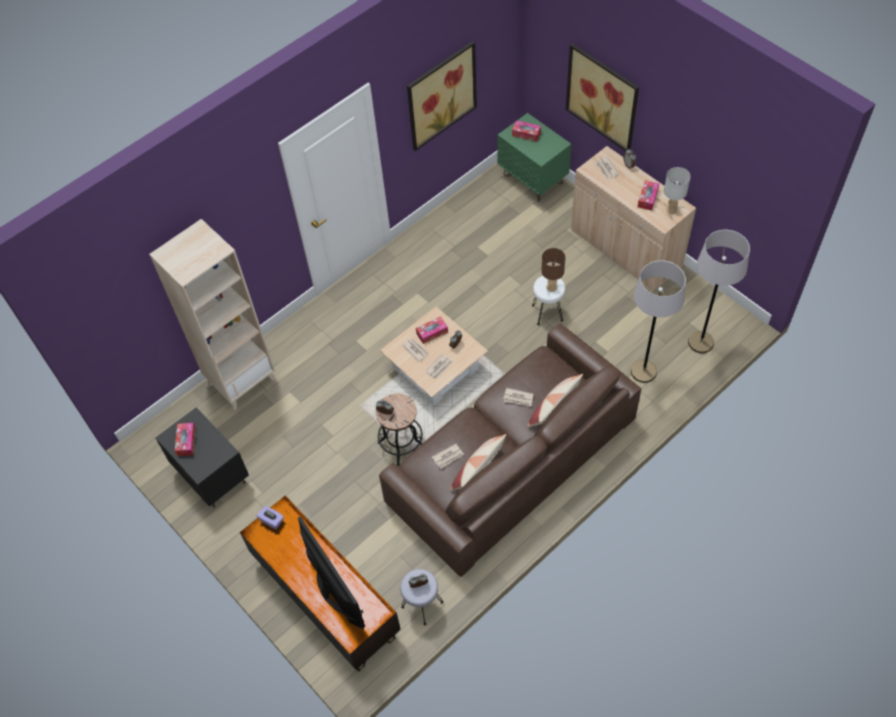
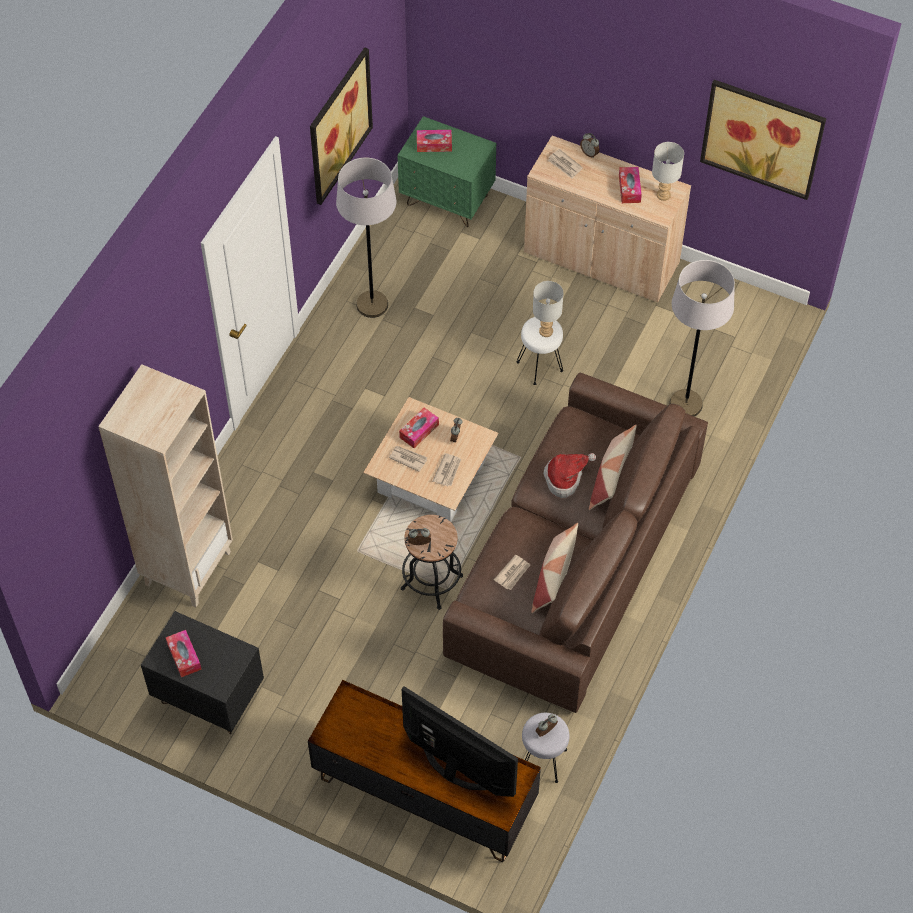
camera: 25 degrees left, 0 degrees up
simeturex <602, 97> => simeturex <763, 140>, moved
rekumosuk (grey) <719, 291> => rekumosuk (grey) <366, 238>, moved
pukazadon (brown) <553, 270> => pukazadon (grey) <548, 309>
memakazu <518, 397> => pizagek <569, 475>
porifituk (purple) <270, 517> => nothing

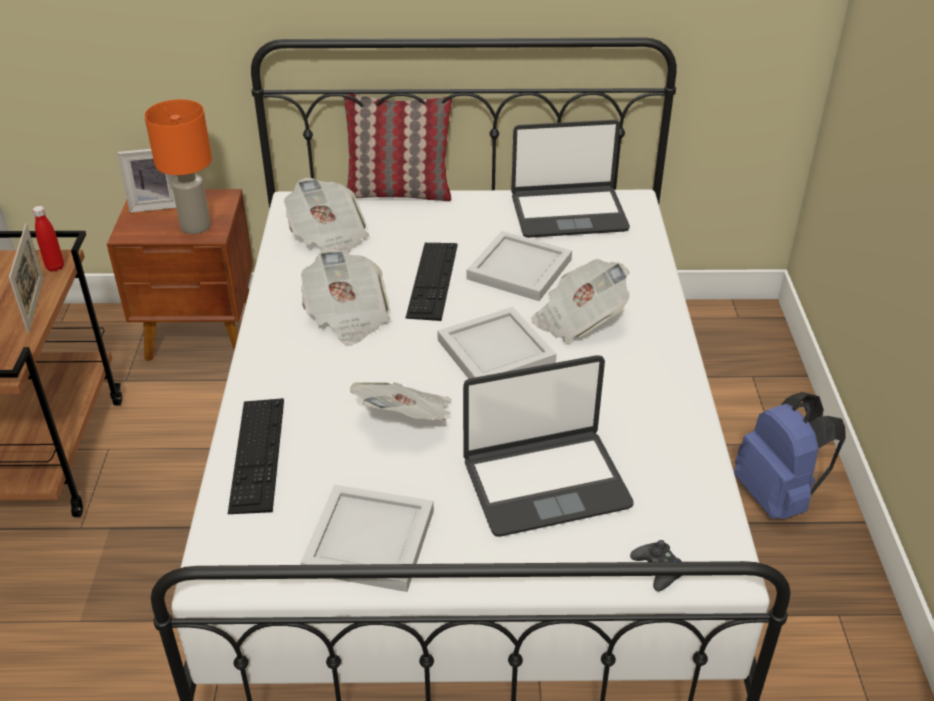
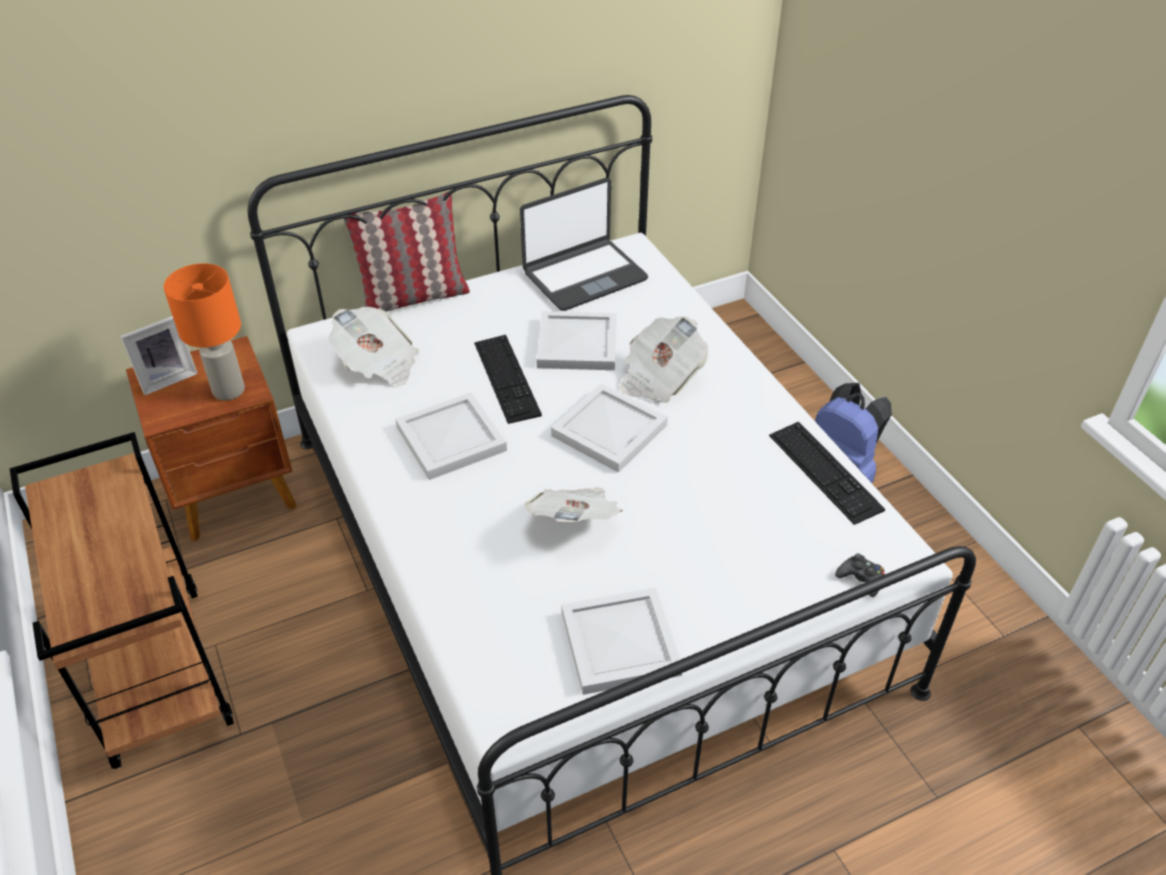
camera: 25 degrees left, 5 degrees up
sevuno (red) <48, 239> => nothing
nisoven <26, 278> => nothing
memakazu <346, 297> => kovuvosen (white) <451, 436>
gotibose <548, 446> => nothing
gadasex <256, 456> => gadasex <827, 473>, moved

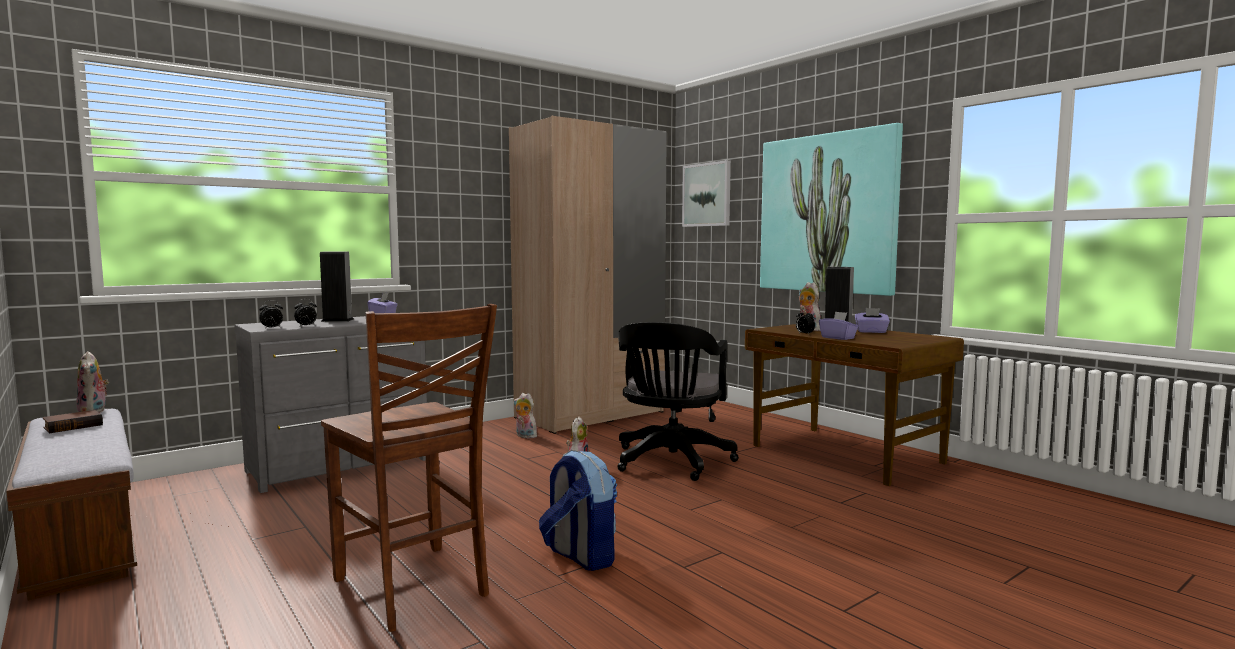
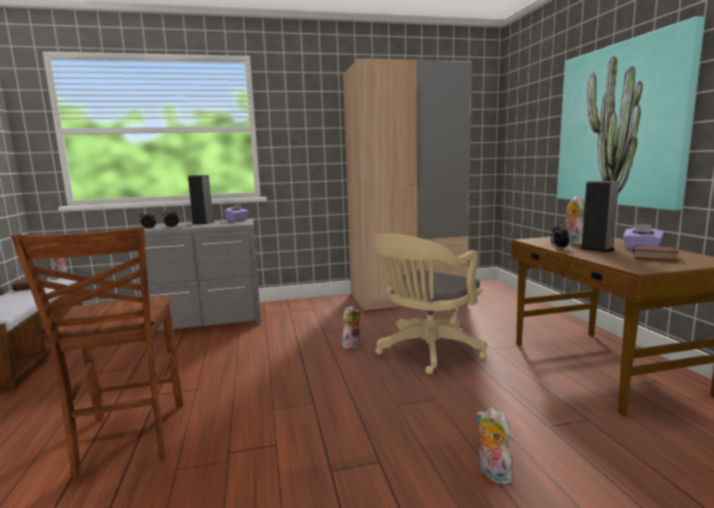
camera: 25 degrees right, 5 degrees up
simeturex <706, 193> => nothing
porifituk (purple) <839, 326> => nothing
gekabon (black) <678, 401> => gekabon (beige) <431, 304>
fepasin <525, 415> => fepasin <494, 446>, moved
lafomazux <578, 510> => nothing
nothing => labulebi <656, 253>

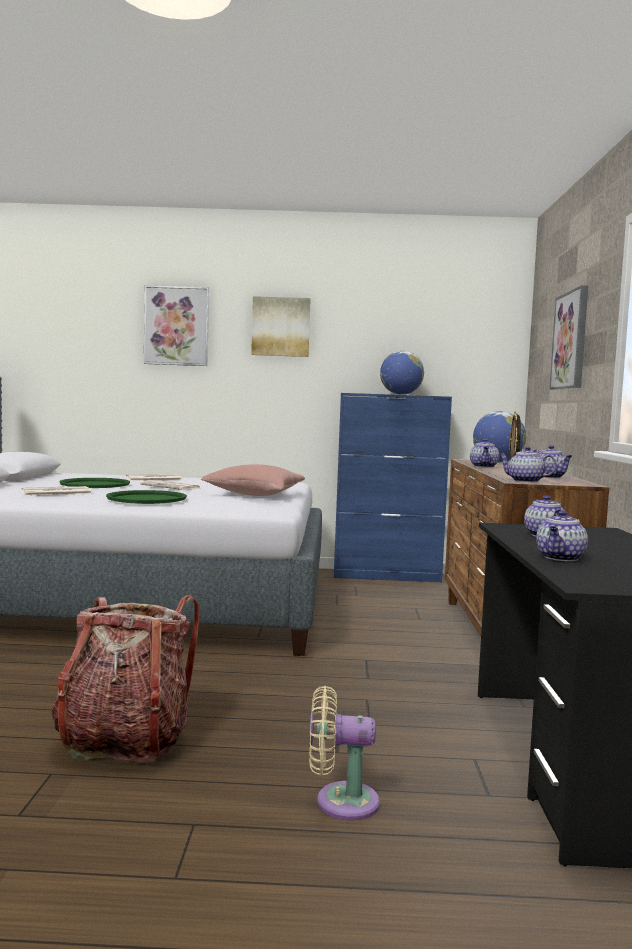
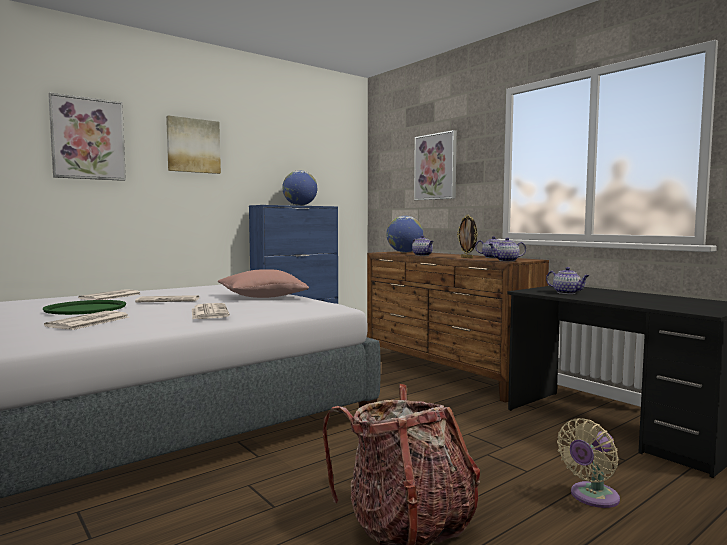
camera: 40 degrees left, 0 degrees up
kovuvosen (green) <146, 497> => memakazu <211, 311>
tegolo <562, 536> => nothing

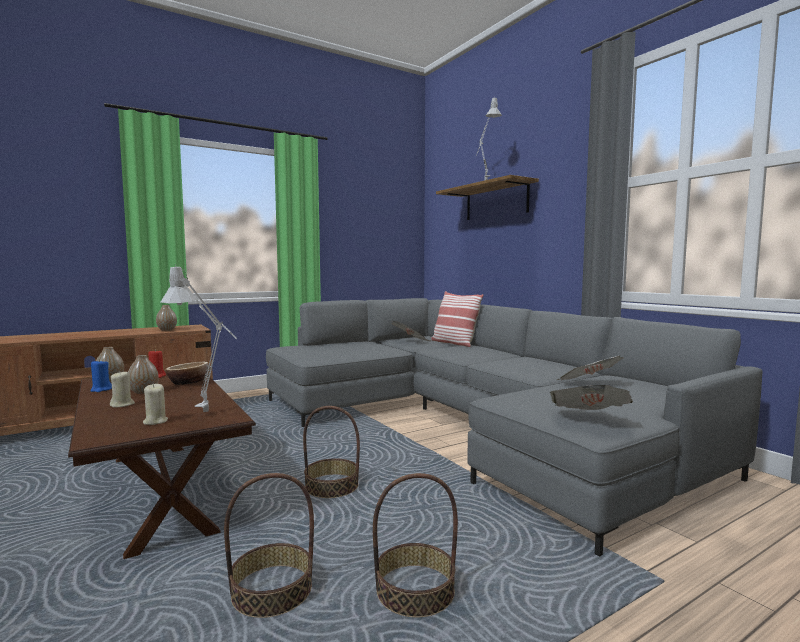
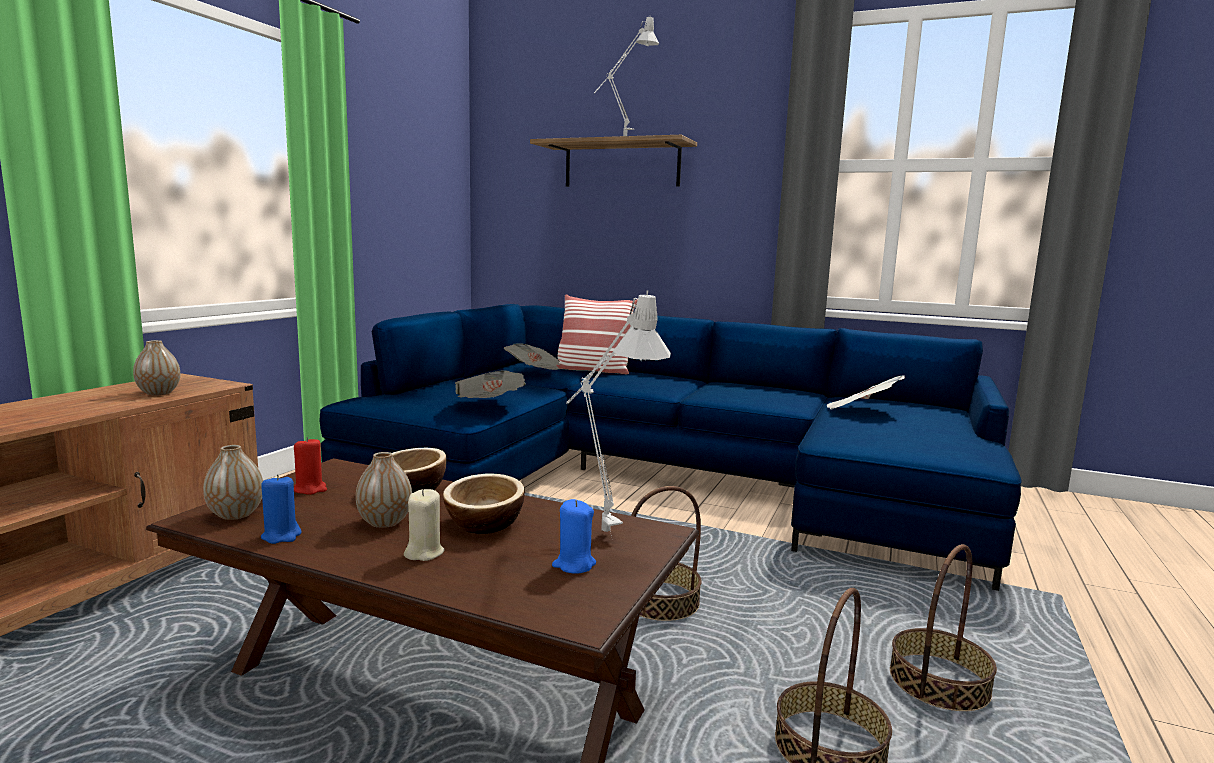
camera: 35 degrees left, 5 degrees up
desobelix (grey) <514, 427> => desobelix (blue) <671, 447>
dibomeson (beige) <155, 404> => dibomeson (blue) <574, 536>
memakazu <591, 397> => memakazu <490, 384>, moved
nothing => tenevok <484, 503>

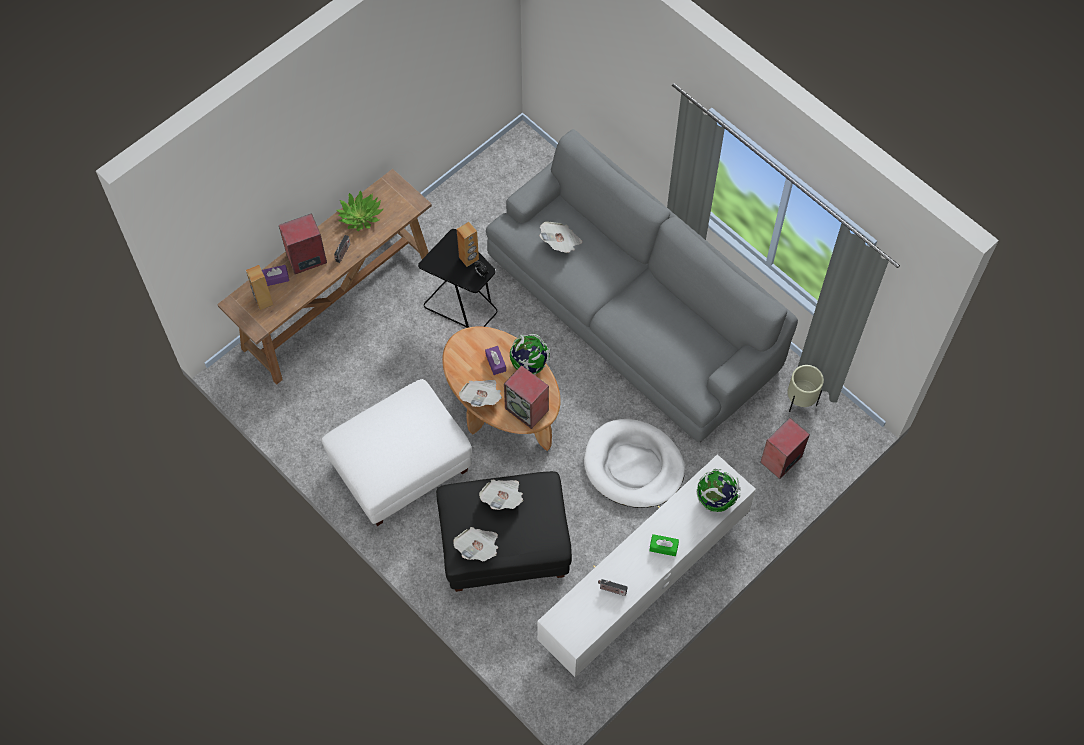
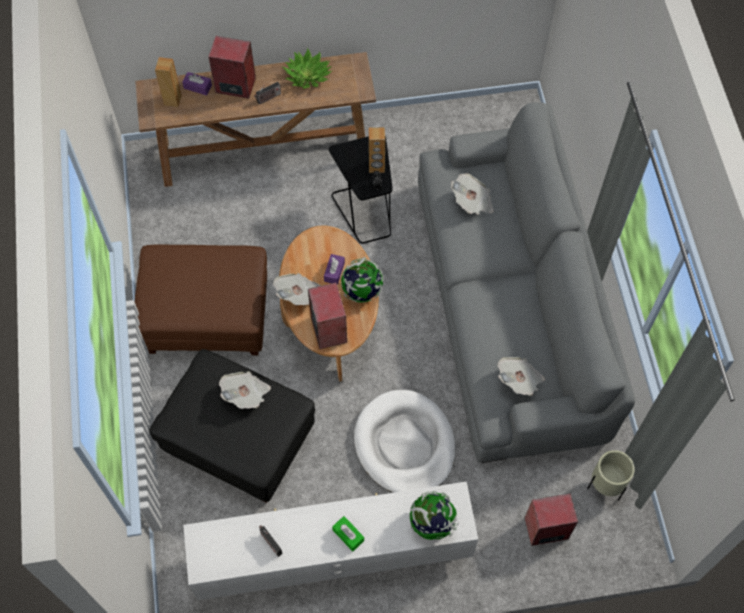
camera: 35 degrees right, 0 degrees up
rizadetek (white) <397, 452> => rizadetek (brown) <201, 300>
memakazu <475, 544> => memakazu <521, 376>, moved

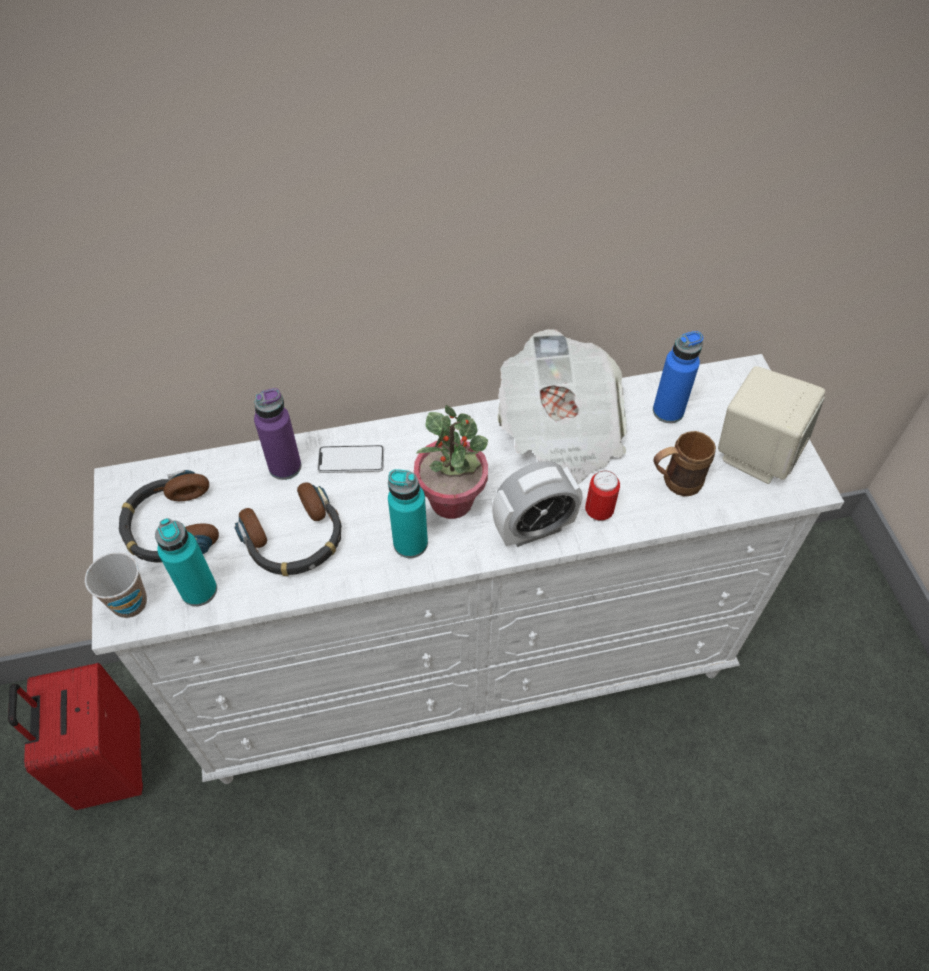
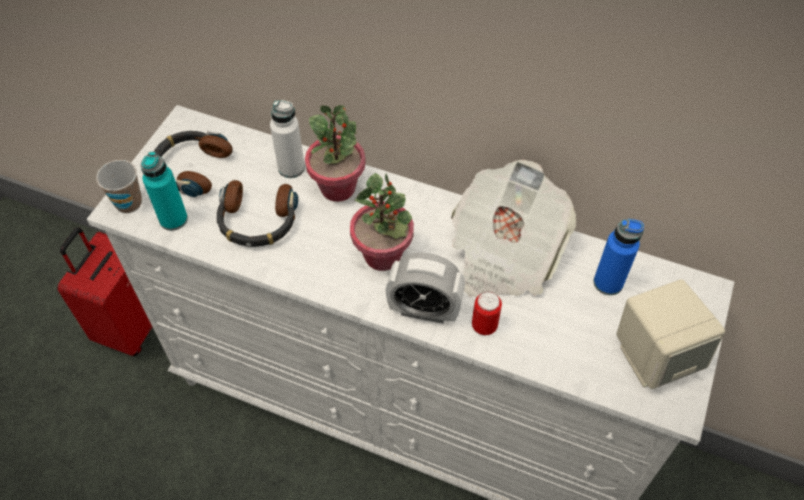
camera: 35 degrees right, 0 degrees up
sevuno (purple) <277, 434> => sevuno (white) <287, 139>
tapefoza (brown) <684, 463> => nothing
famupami <350, 459> => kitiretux <335, 153>
sevuno (turquoise) <408, 513> => nothing

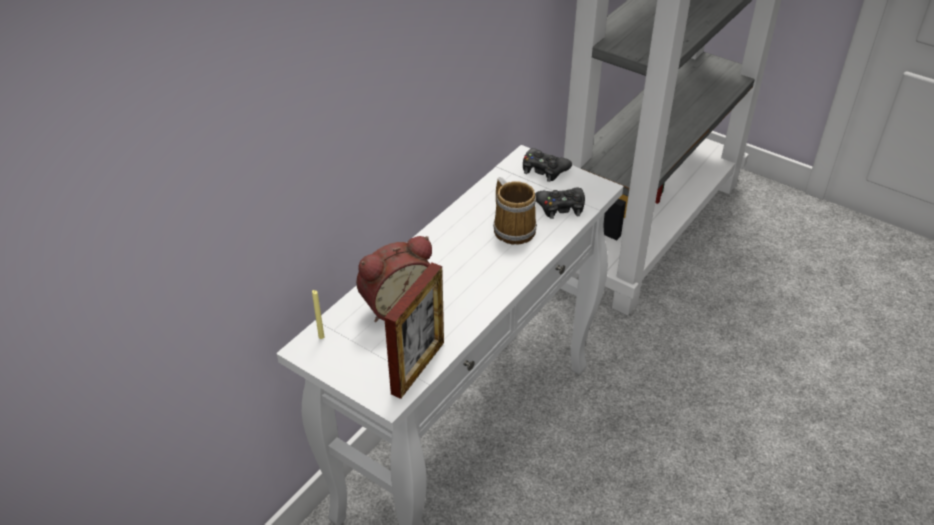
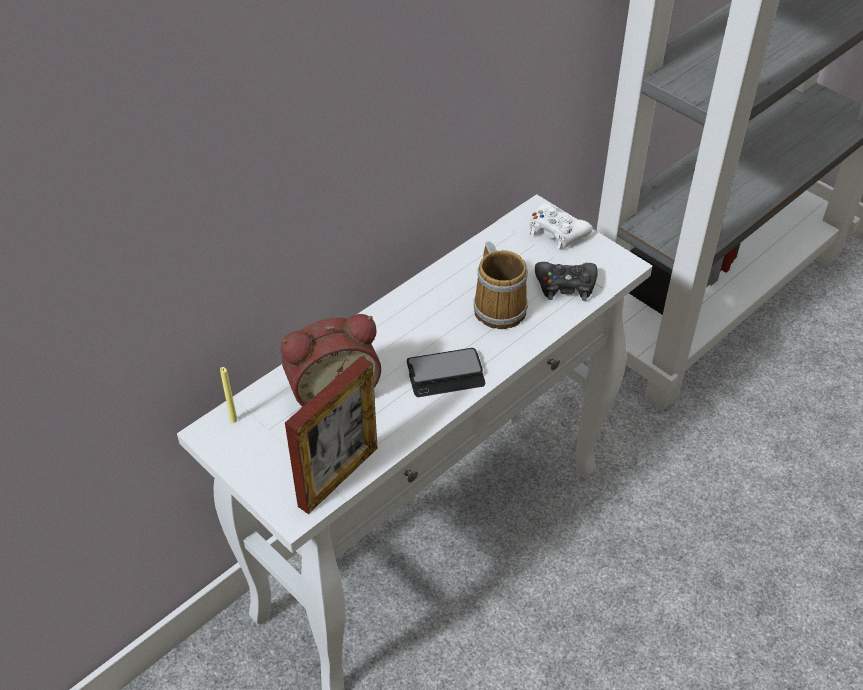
camera: 10 degrees right, 5 degrees up
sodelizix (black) <547, 165> => sodelizix (white) <561, 225>
nothing => famupami <446, 372>

